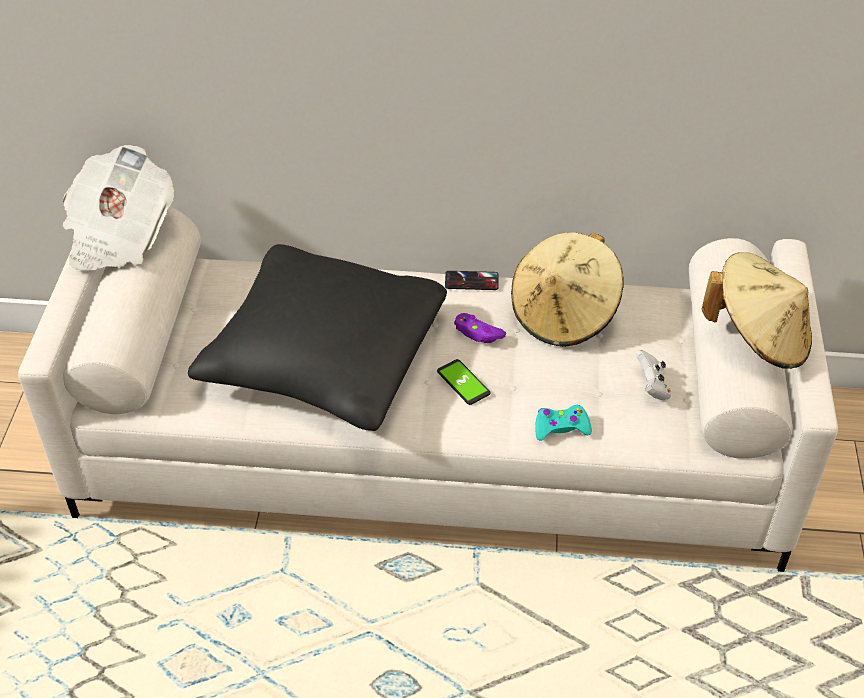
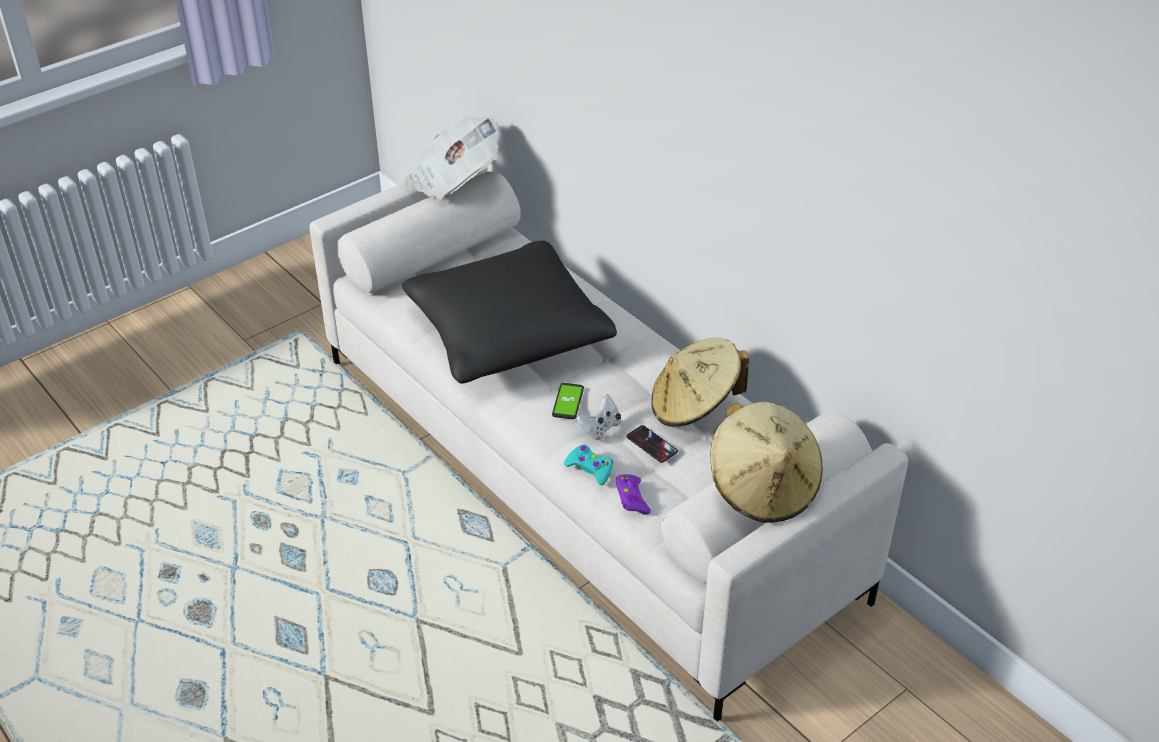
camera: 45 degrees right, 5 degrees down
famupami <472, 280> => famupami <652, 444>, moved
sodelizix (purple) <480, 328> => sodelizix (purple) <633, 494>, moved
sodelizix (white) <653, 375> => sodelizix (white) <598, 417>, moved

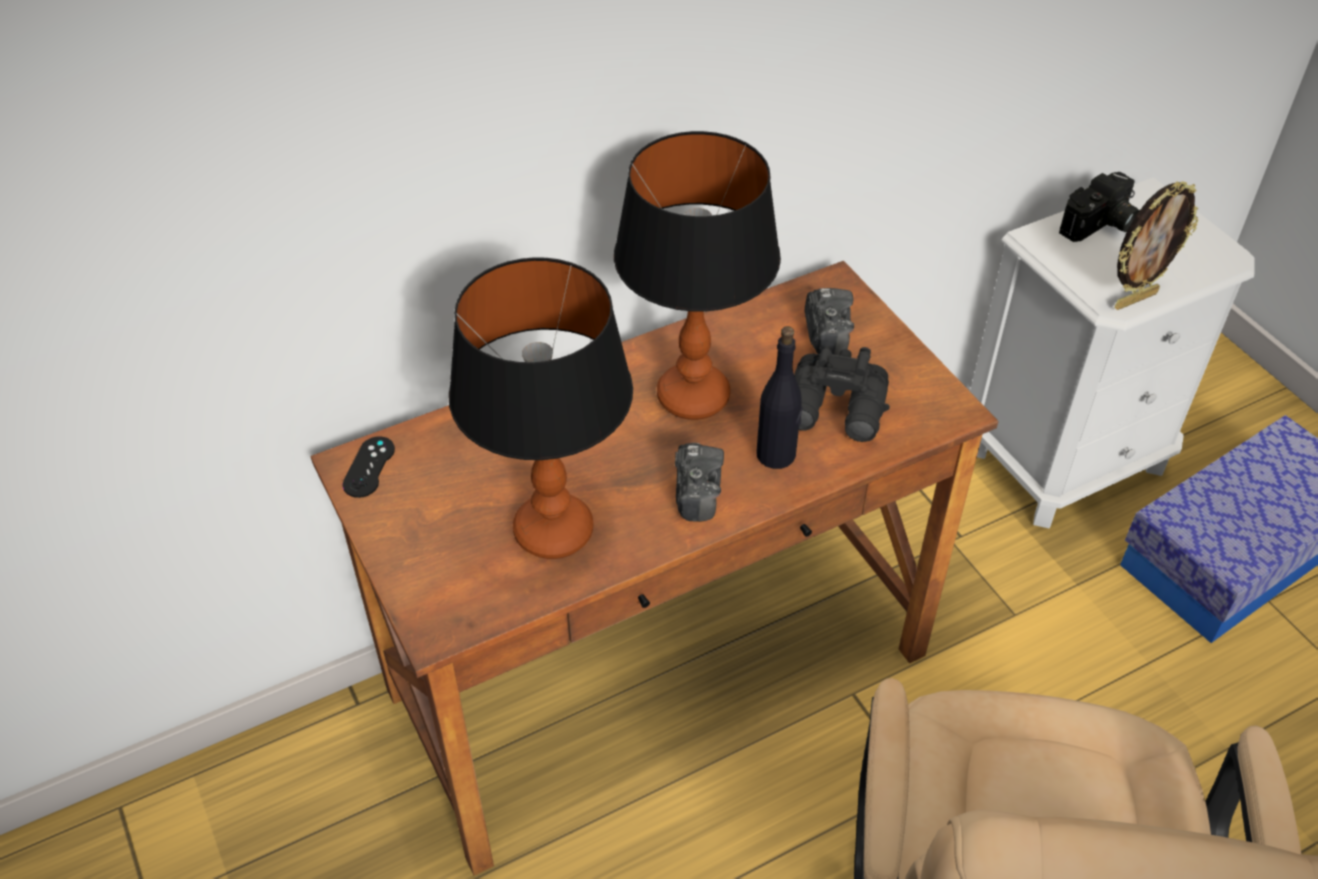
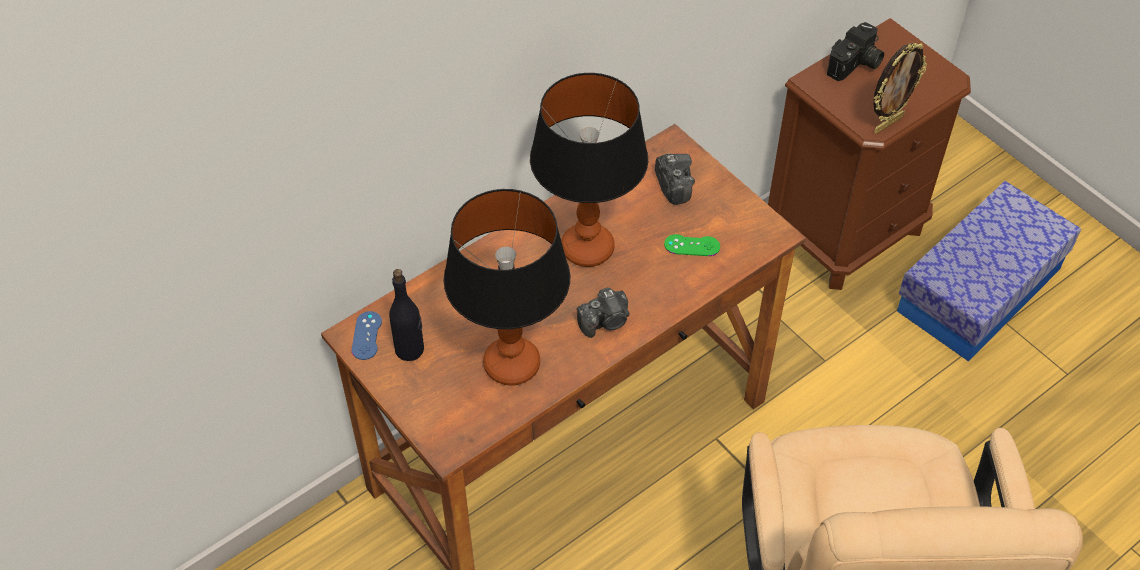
camera: 10 degrees left, 5 degrees up
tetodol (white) <1112, 352> => tetodol (brown) <869, 154>
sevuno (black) <780, 397> => sevuno (black) <406, 315>, moved
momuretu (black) <842, 394> => sodelizix (green) <692, 245>
sodelizix (black) <369, 467> => sodelizix (blue) <367, 335>
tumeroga <699, 482> => tumeroga <603, 312>, 75 degrees clockwise

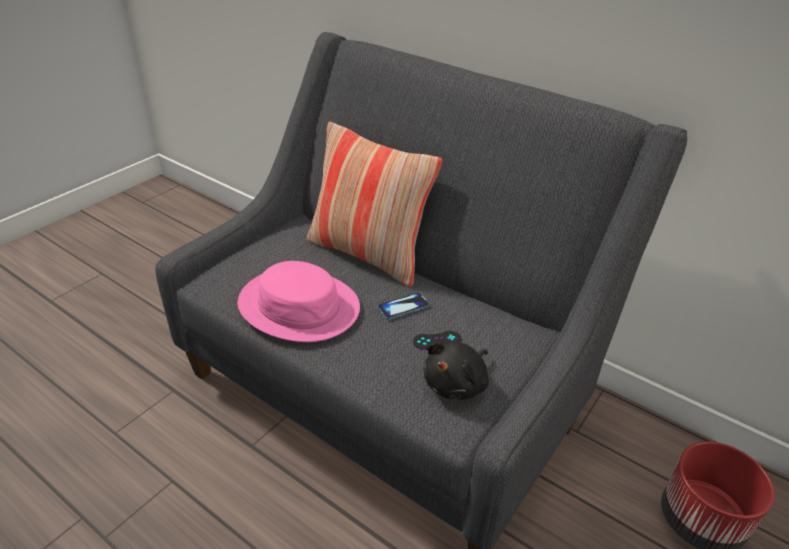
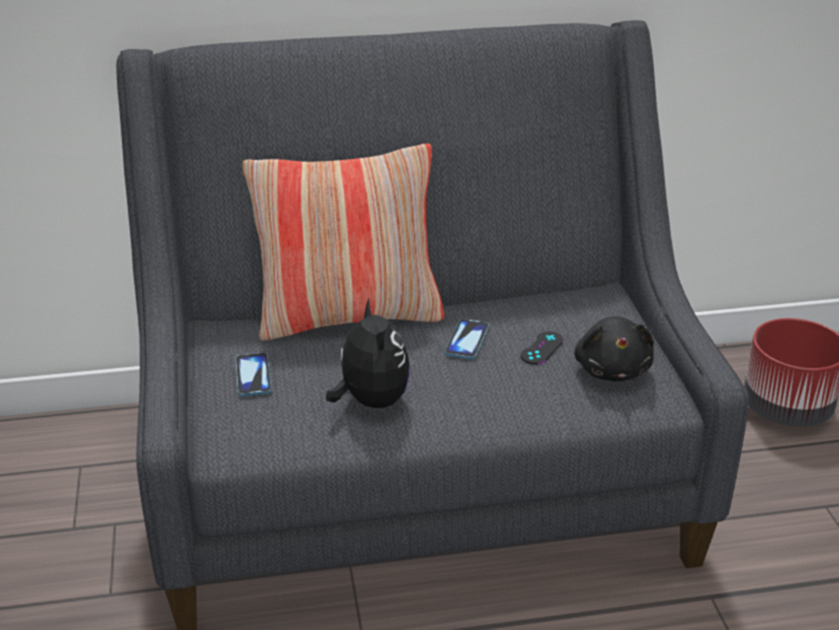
camera: 45 degrees left, 5 degrees down
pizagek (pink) <299, 301> => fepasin <368, 353>
nothing => famupami <253, 374>

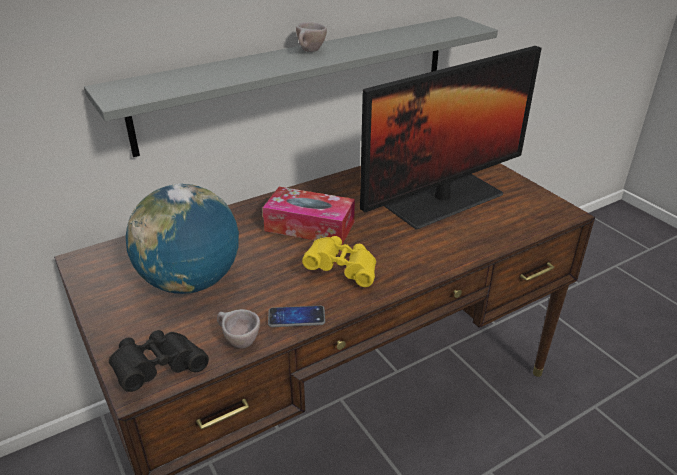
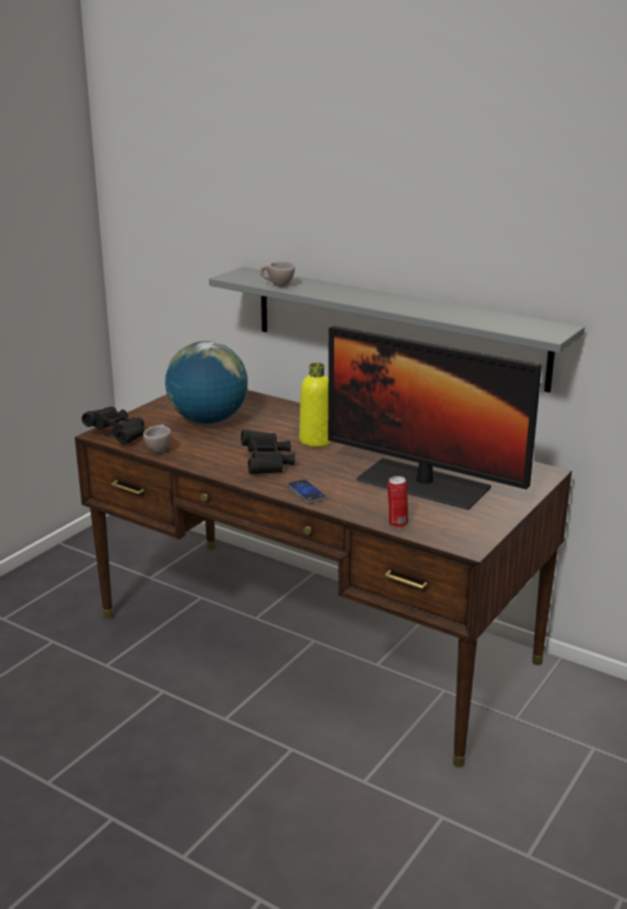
camera: 65 degrees right, 10 degrees down
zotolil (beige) <311, 37> => zotolil (beige) <277, 274>, moved
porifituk <309, 216> => sevuno (yellow) <315, 405>
momuretu (yellow) <339, 261> => momuretu (black) <268, 452>
famupami <296, 316> => famupami <307, 491>, moved
nothing => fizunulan <398, 502>

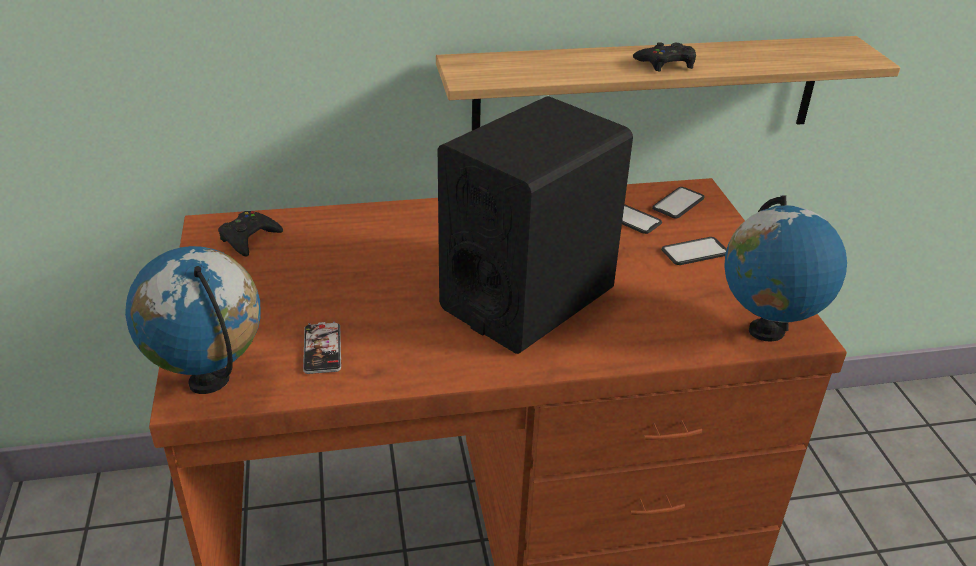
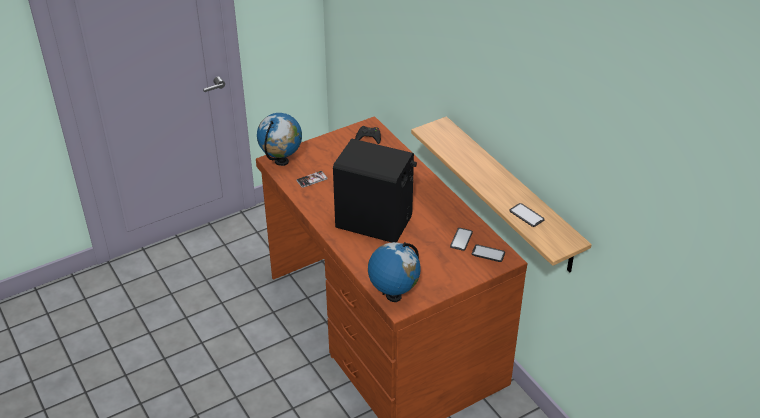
camera: 70 degrees right, 5 degrees up
sodelizix (black) <664, 56> => nothing
famupami <694, 251> => famupami <527, 215>, moved

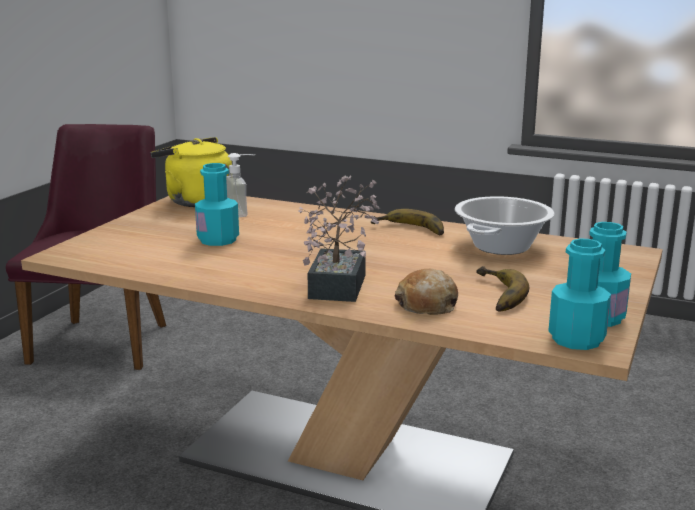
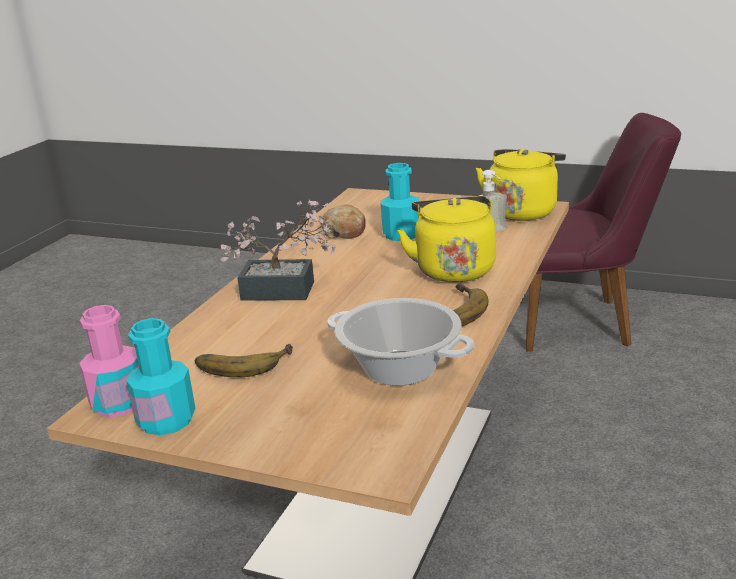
camera: 90 degrees right, 5 degrees up
sevuno (turquoise) <579, 294> => sevuno (pink) <109, 361>
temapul <426, 292> => temapul <343, 221>, moved
nothing => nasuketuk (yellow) <446, 239>

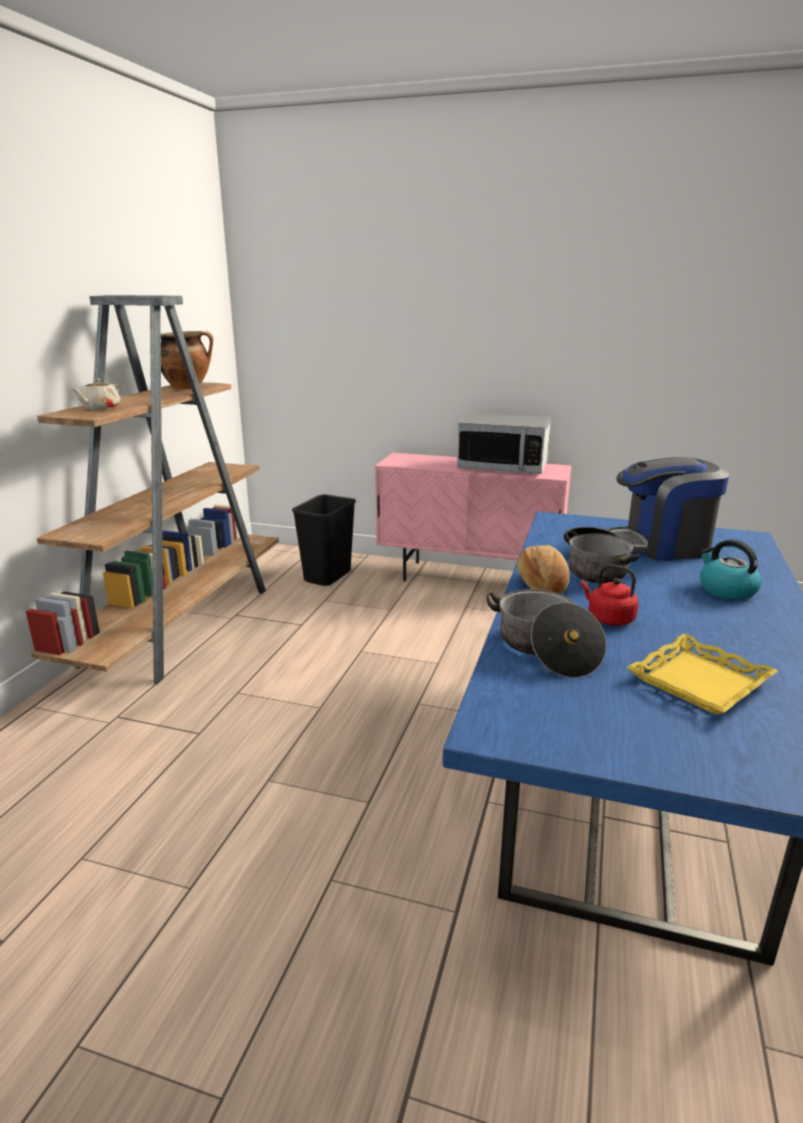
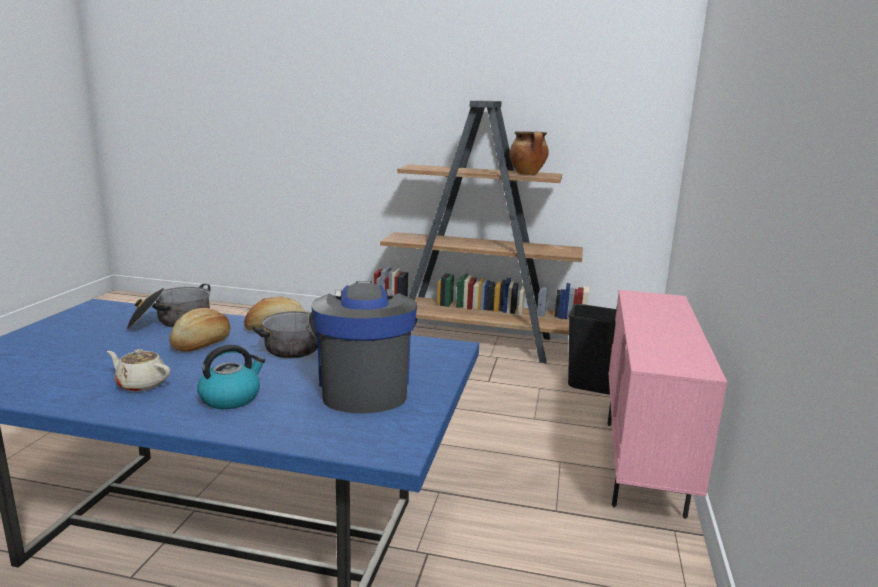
camera: 85 degrees right, 5 degrees down
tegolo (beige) <96, 394> => tegolo (beige) <138, 370>, moved
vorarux <504, 443> => nothing
nasuketuk (red) <610, 595> => temapul <199, 330>
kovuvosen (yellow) <702, 674> => nothing

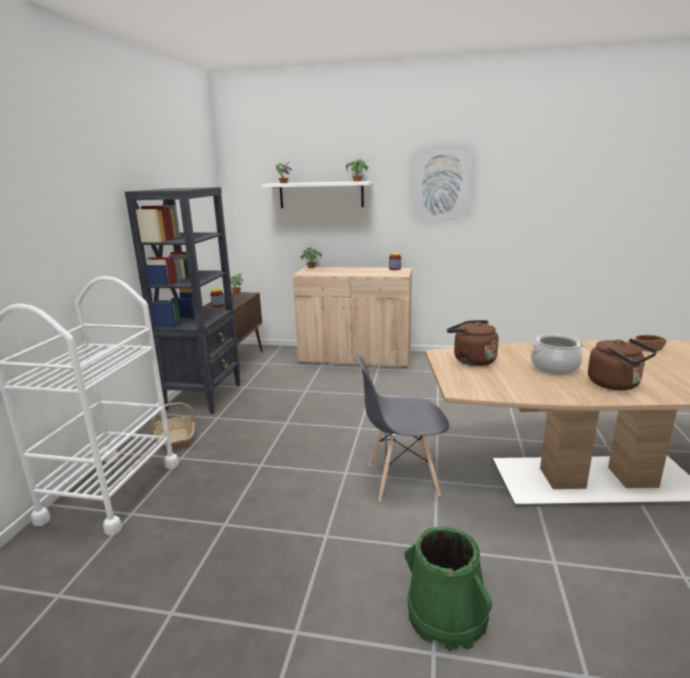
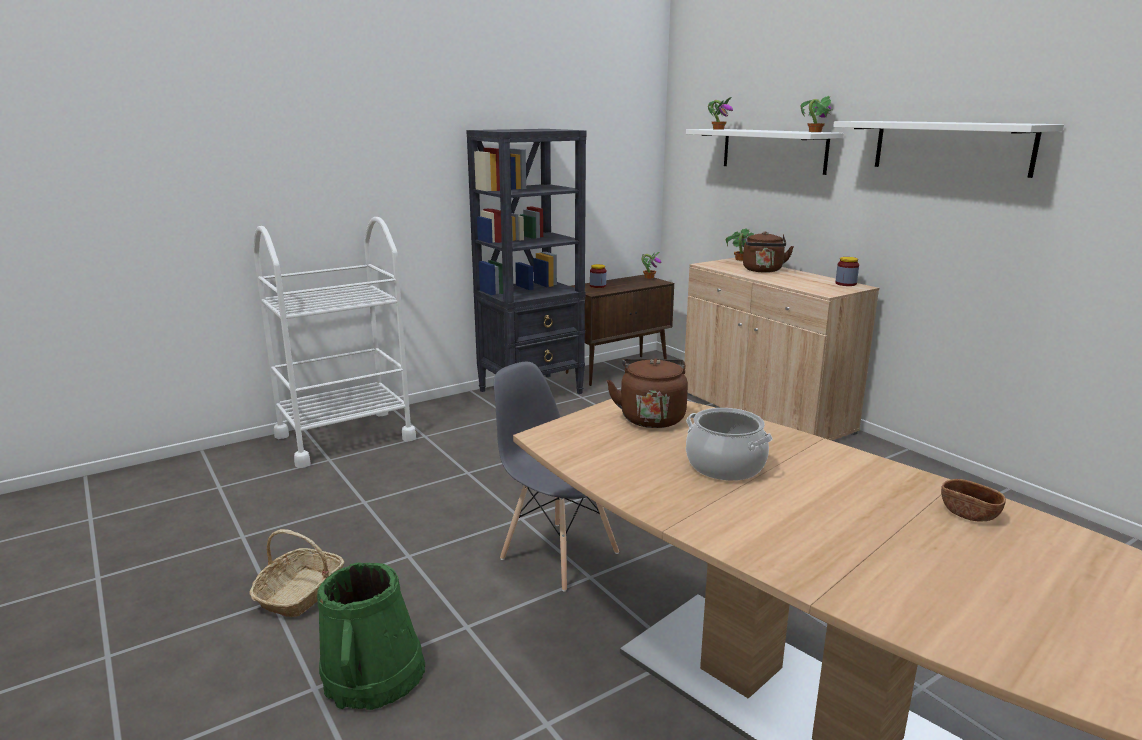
camera: 45 degrees right, 0 degrees up
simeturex <443, 184> => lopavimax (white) <948, 149>
nasuketuk (brown) <622, 364> => nasuketuk (brown) <768, 252>, moved
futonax <173, 426> => futonax <297, 573>, moved

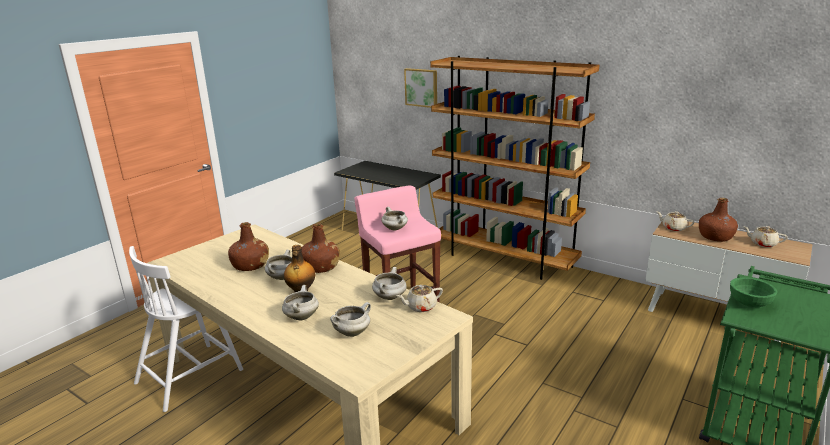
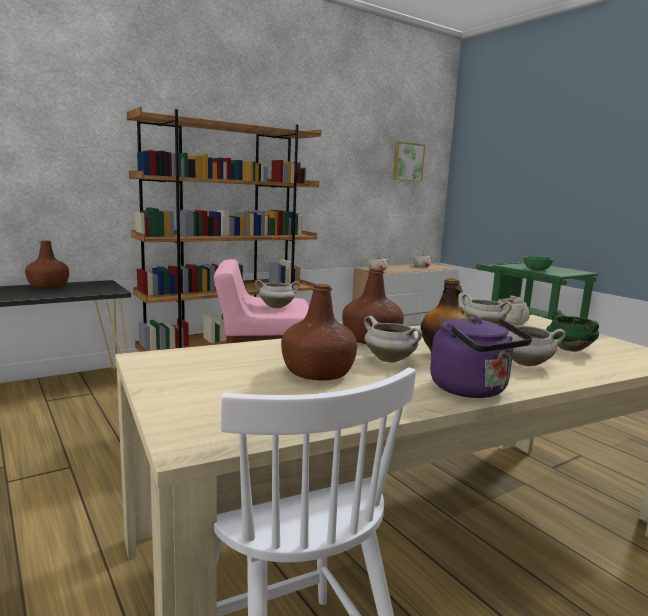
camera: 70 degrees left, 10 degrees down
simeturex <420, 88> => simeturex <409, 161>, moved
sevuno (brown) <718, 220> => sevuno (brown) <47, 264>, moved
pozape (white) <350, 319> => pozape (green) <572, 331>
nothing => nasuketuk (purple) <481, 356>

